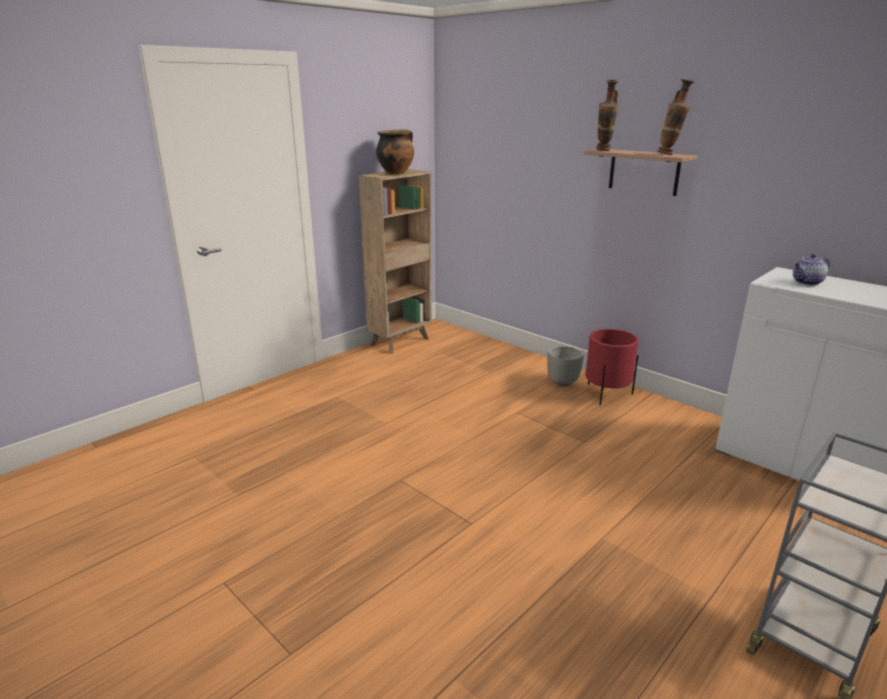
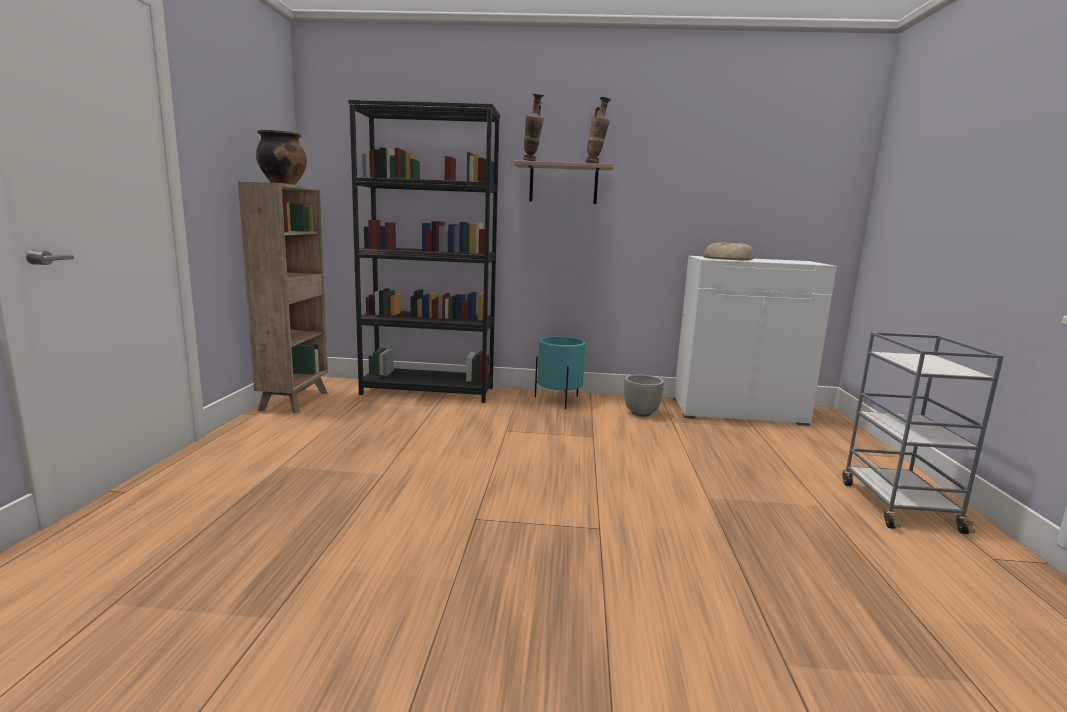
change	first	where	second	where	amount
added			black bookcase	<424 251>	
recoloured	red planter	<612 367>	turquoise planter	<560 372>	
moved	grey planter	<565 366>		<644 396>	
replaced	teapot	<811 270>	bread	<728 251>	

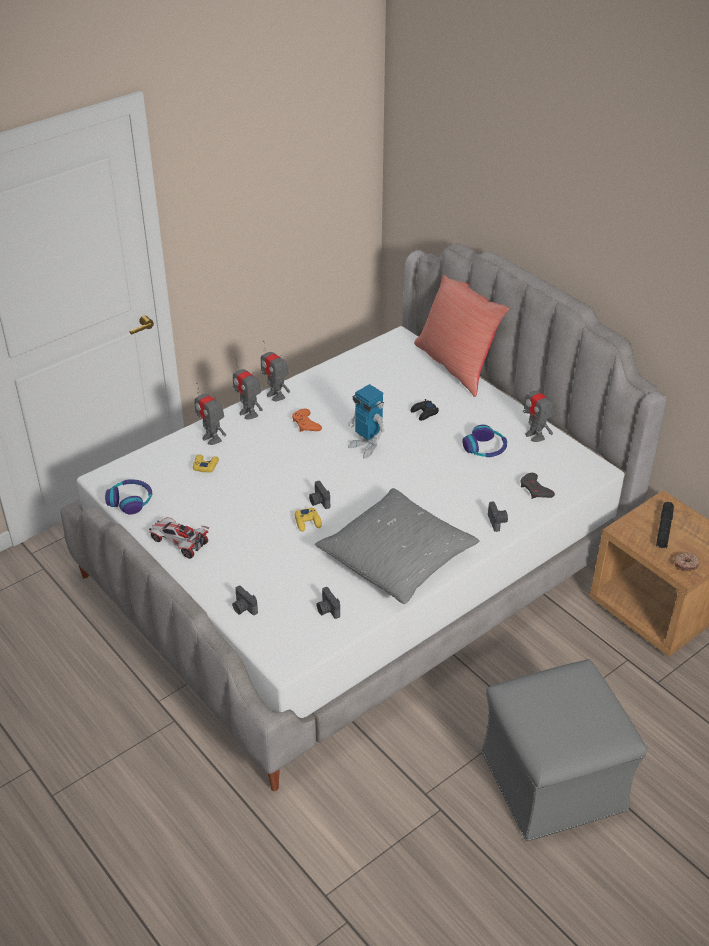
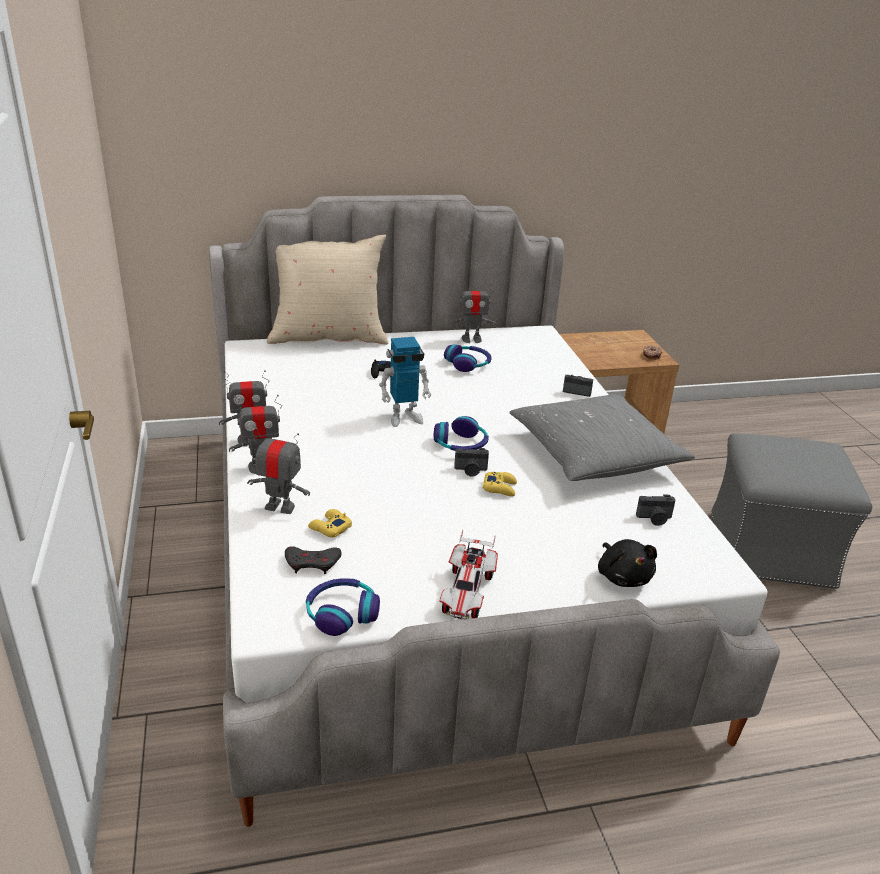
change	first	where	second	where	amount
turned	toy robot	<210 414>		<278 471>	150 degrees counterclockwise
recoloured	red pillow	<461 336>	beige pillow	<327 290>	
moved	grey game controller	<537 486>		<313 560>	
added			headphones	<461 433>	
turned	toy car	<179 538>		<468 574>	45 degrees counterclockwise
replaced	photo camera	<245 600>	black plush toy	<627 563>	
removed	orange game controller	<307 420>			
removed	black flashlight	<665 525>			

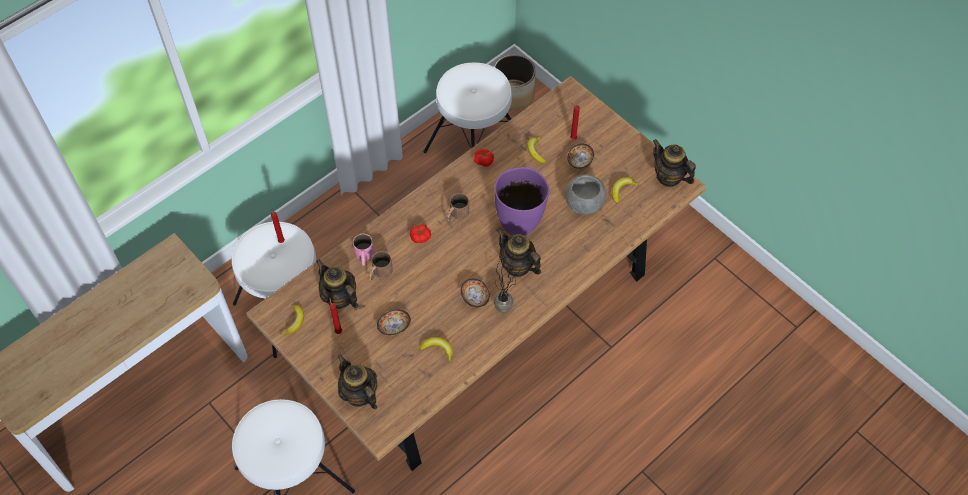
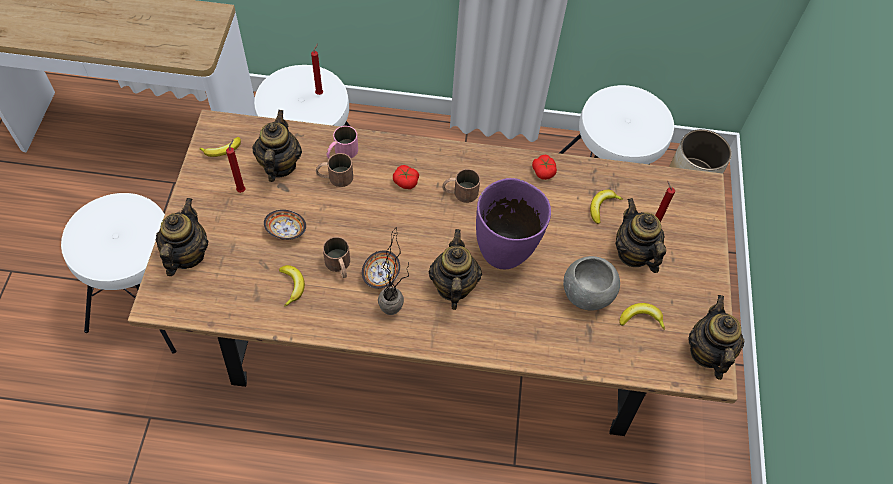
change	first	where	second	where	amount
added			brown mug	<336 257>	
replaced	bowl	<580 156>	teapot	<640 235>	

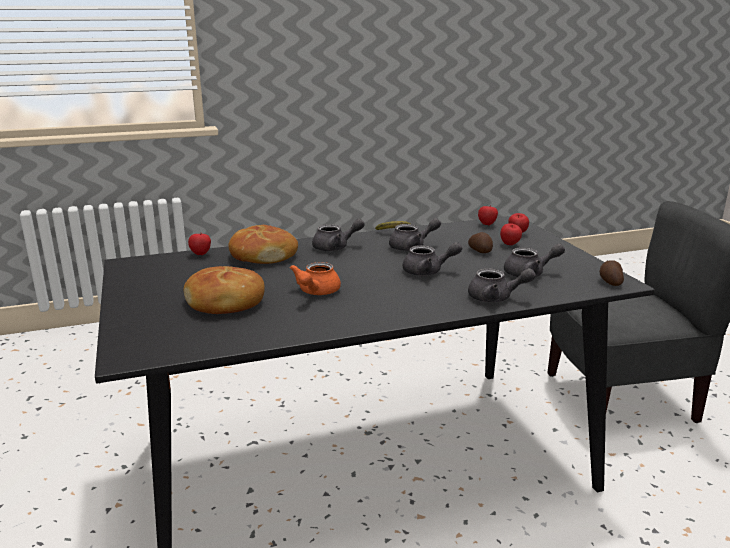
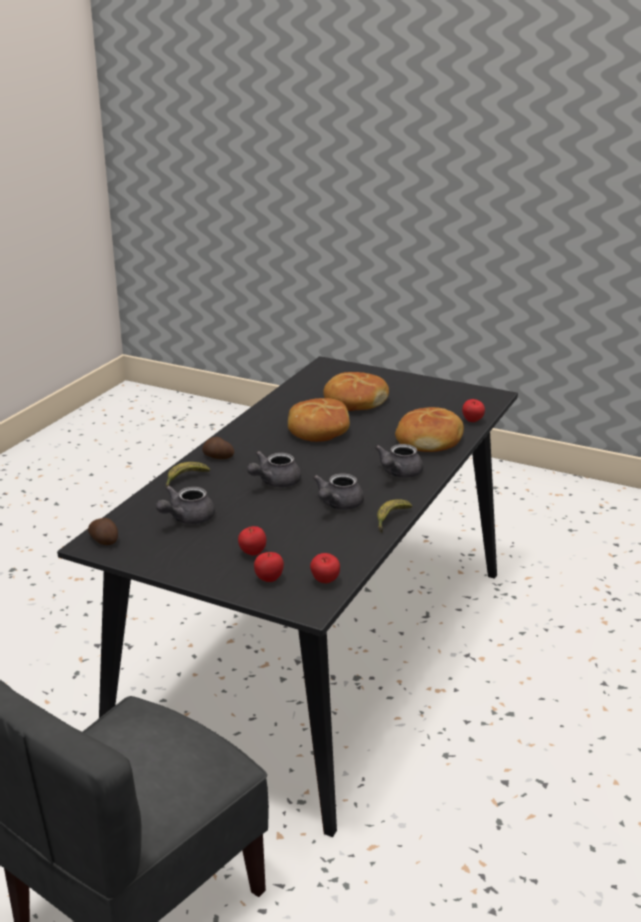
change	first	where	second	where	amount
replaced	grey teapot	<502 285>	banana	<188 474>	
moved	potato	<480 242>		<218 448>	
replaced	orange teapot	<315 278>	bread	<319 420>	

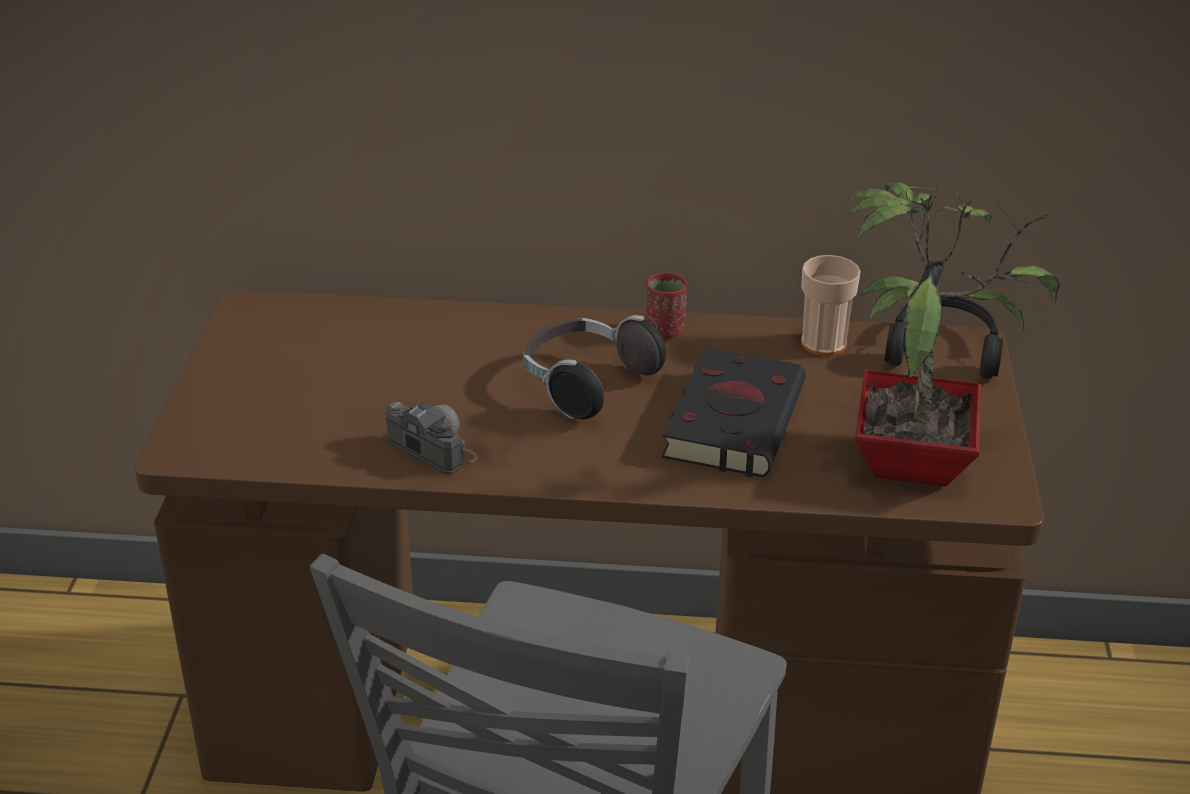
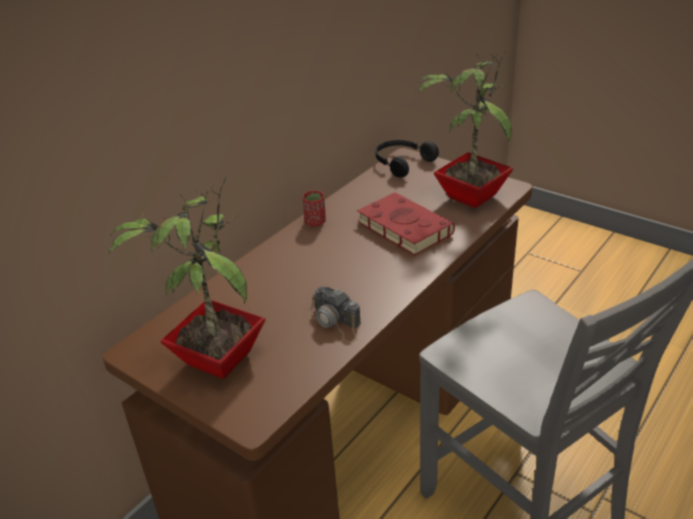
change	first	where	second	where	amount
added			potted plant	<187 278>	
turned	photo camera	<431 438>		<334 314>	120 degrees counterclockwise
recoloured	black book	<733 412>	red book	<406 224>	
removed	headphones	<594 367>			
removed	cup	<830 305>			

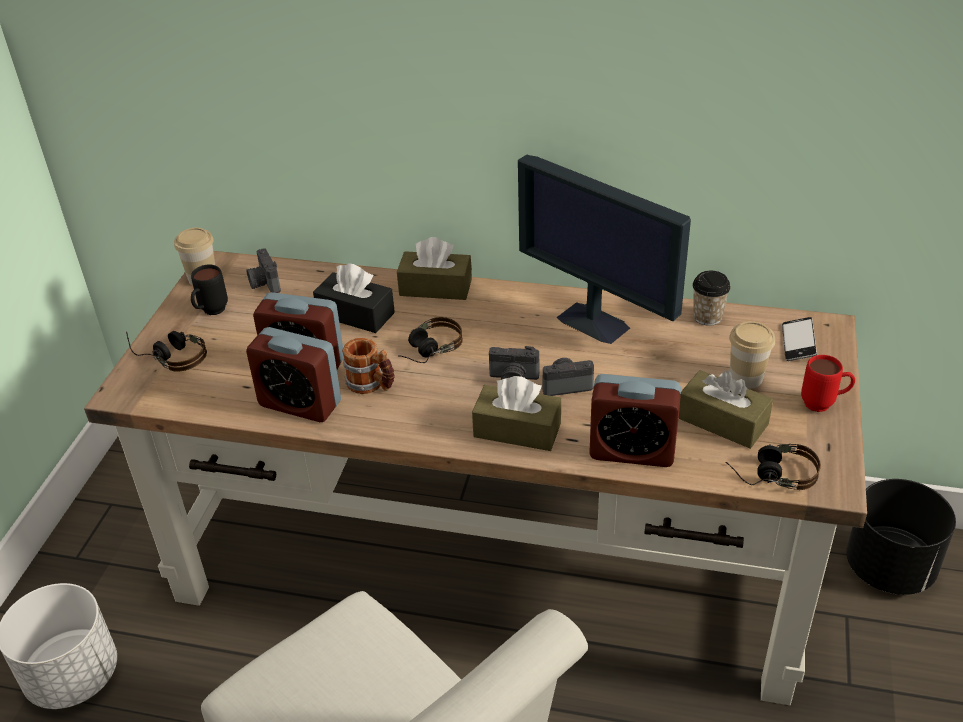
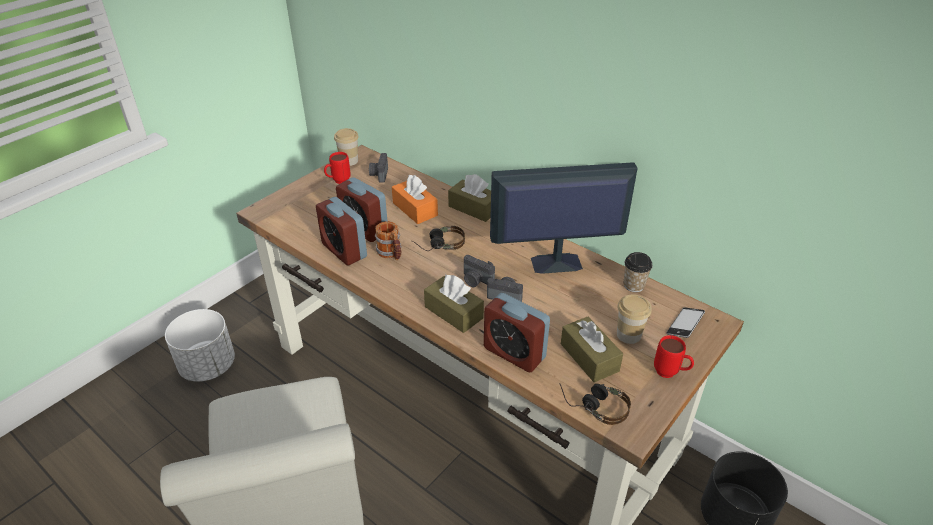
change	first	where	second	where	amount
recoloured	black mug	<209 290>	red mug	<337 168>	
recoloured	black tissue box	<354 298>	orange tissue box	<415 199>	
turned	monitor	<604 249>		<564 218>	105 degrees clockwise
removed	headphones	<166 351>			

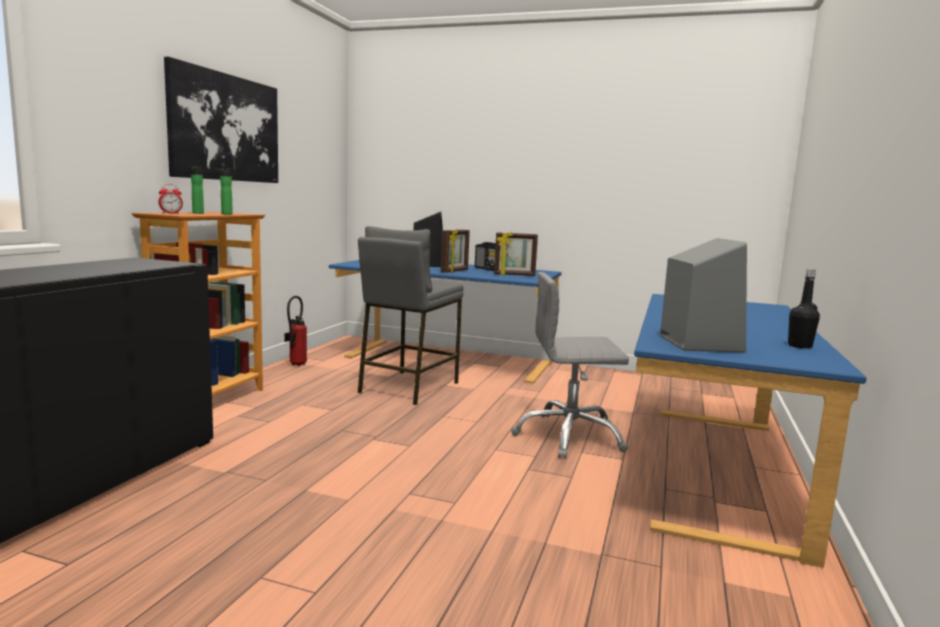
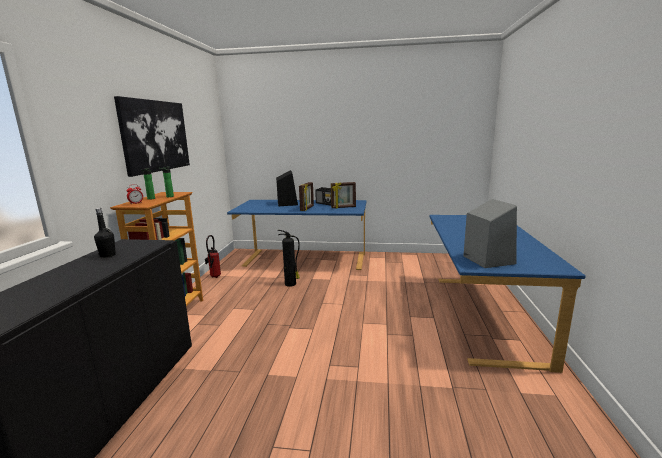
change	first	where	second	where	amount
moved	black bottle	<804 309>		<105 233>	
replaced	grey stool	<411 315>	fire extinguisher	<289 258>	
removed	grey office chair	<570 365>			

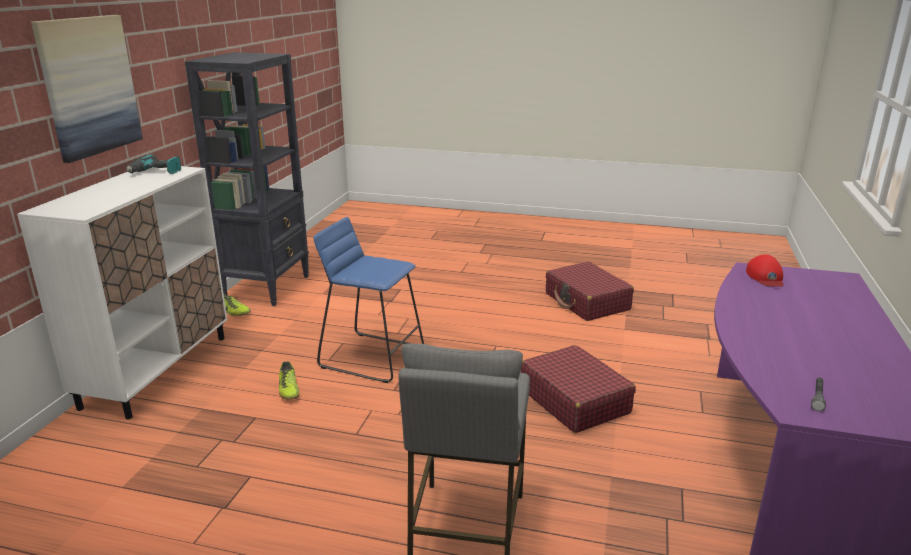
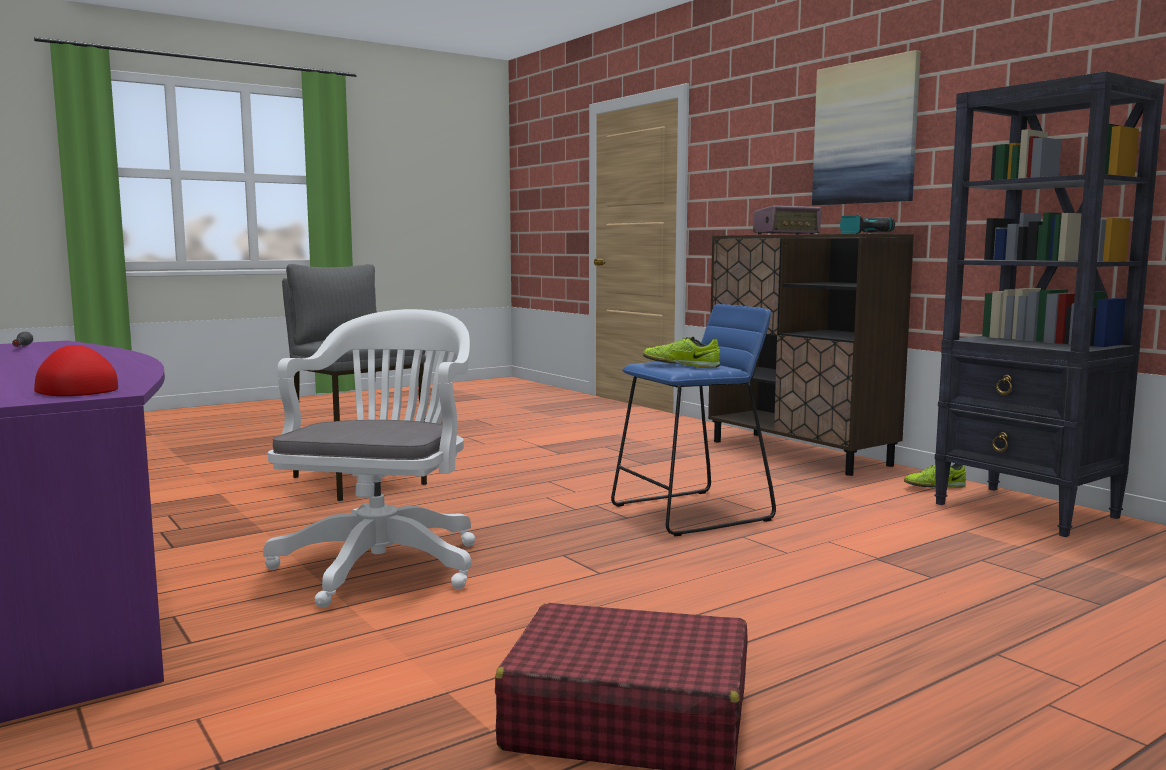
change	first	where	second	where	amount
replaced	red suitcase	<578 389>	white office chair	<369 458>	
moved	shoe	<289 380>		<681 352>	
recoloured	white cabinet	<122 293>	brown cabinet	<811 355>	
added			radio	<787 220>	

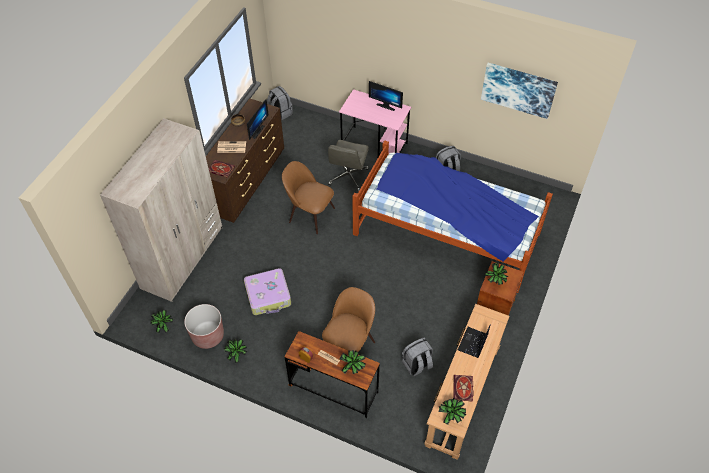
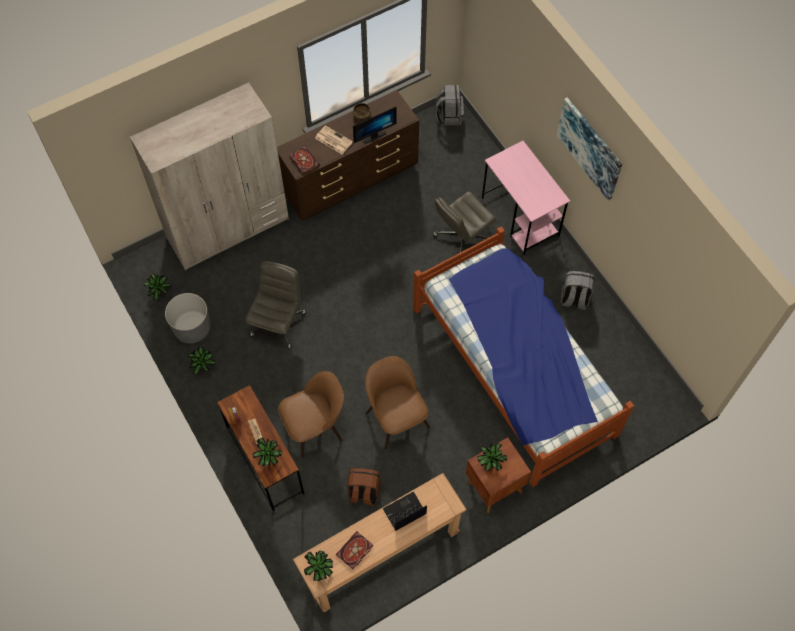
change	first	where	second	where	amount
recoloured	brown planter	<204 326>	grey planter	<188 318>	
replaced	suitcase	<267 291>	grey office chair	<275 305>	
recoloured	grey backpack	<417 357>	brown backpack	<364 487>	
moved	brown chair	<308 197>		<397 402>	
moved	picture	<519 91>		<589 149>	
removed	monitor	<386 96>			

